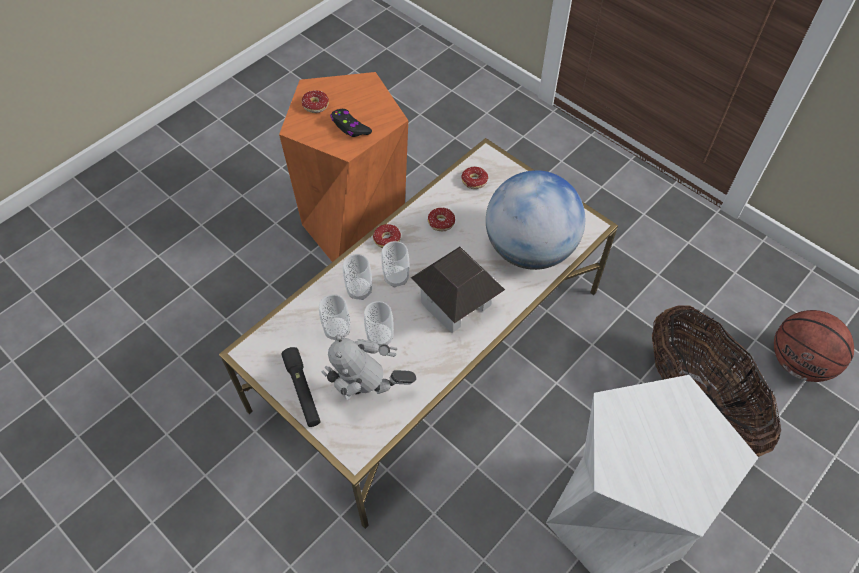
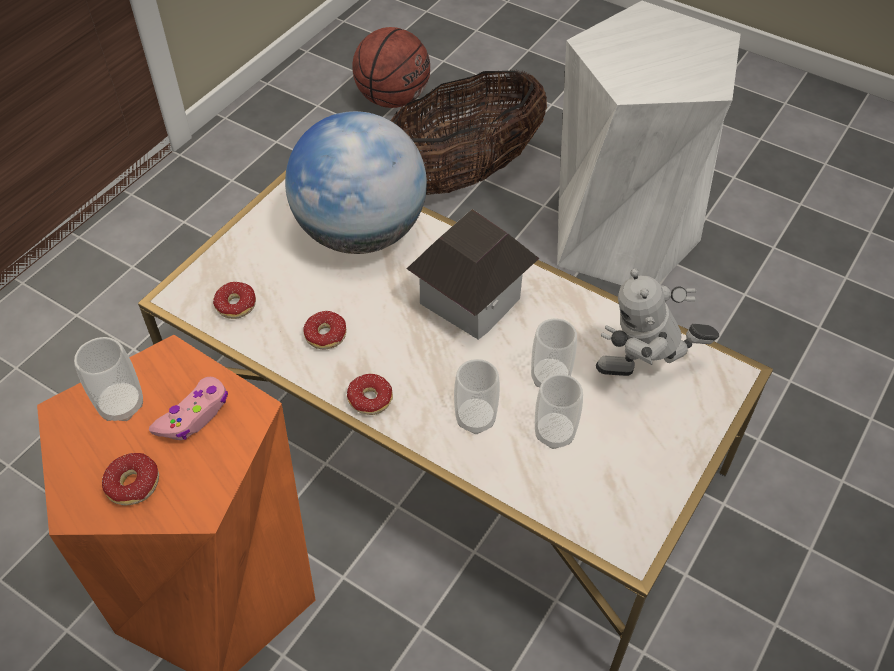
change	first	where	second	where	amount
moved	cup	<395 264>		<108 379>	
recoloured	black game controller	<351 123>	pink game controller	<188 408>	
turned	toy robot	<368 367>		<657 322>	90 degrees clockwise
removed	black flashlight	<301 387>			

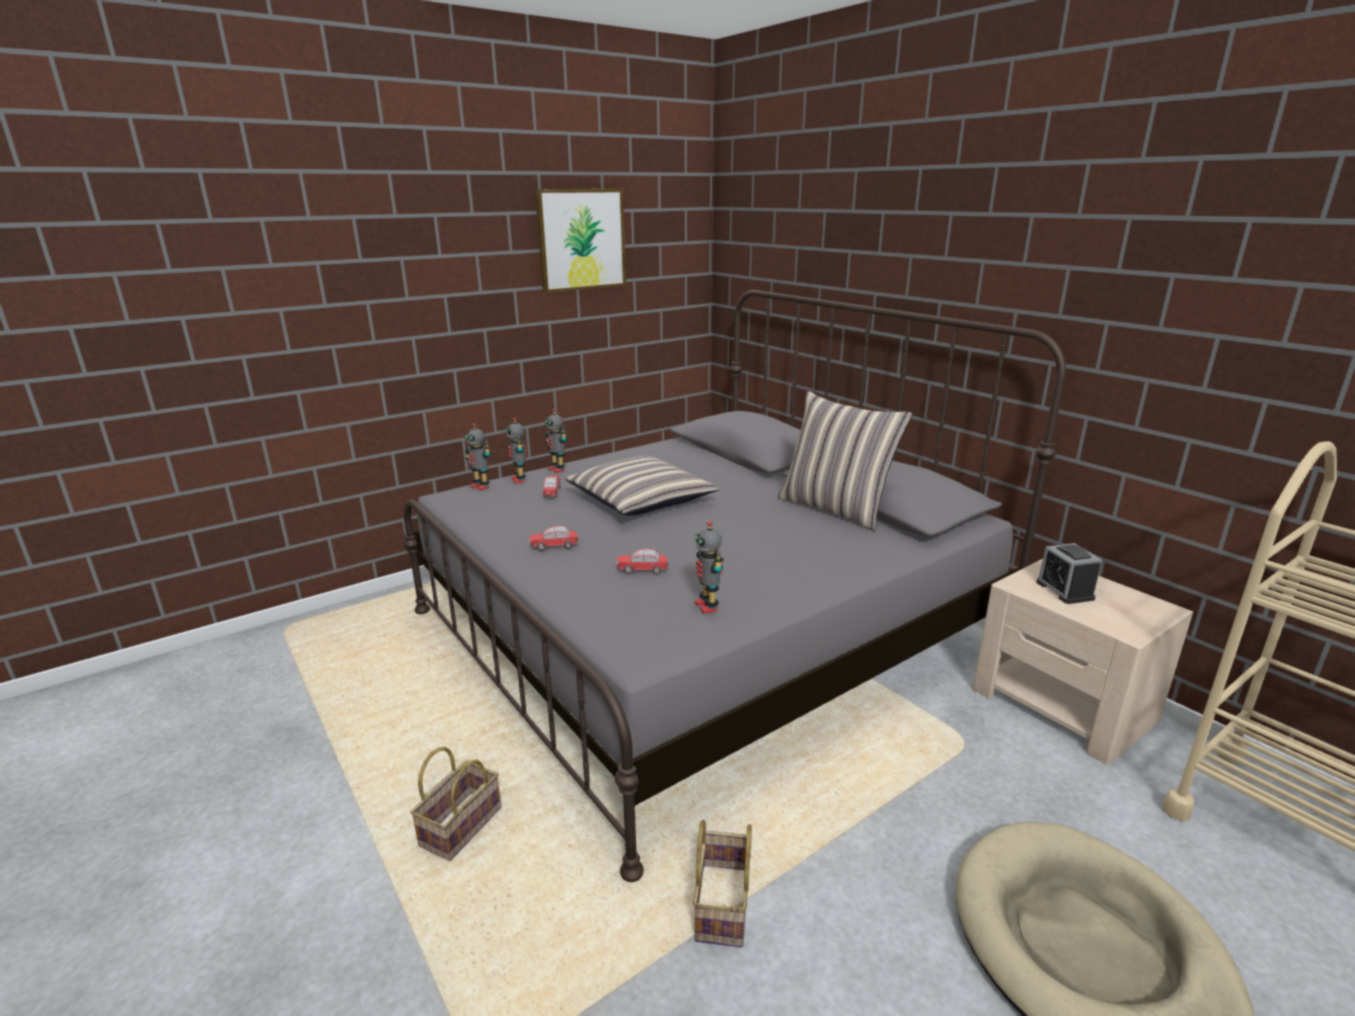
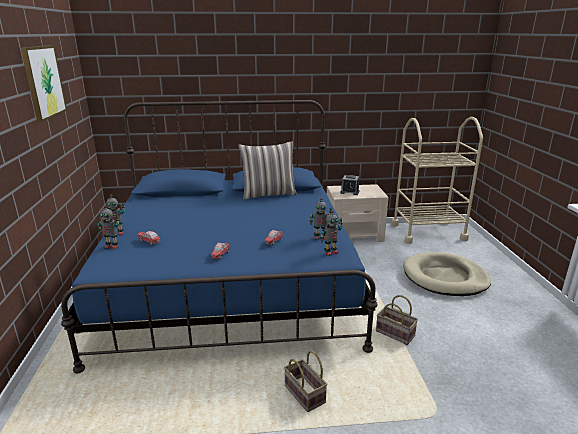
change	first	where	second	where	amount
recoloured	grey bed	<734 586>	blue bed	<219 236>	
moved	toy robot	<477 457>		<331 233>	
removed	pillow	<642 486>			

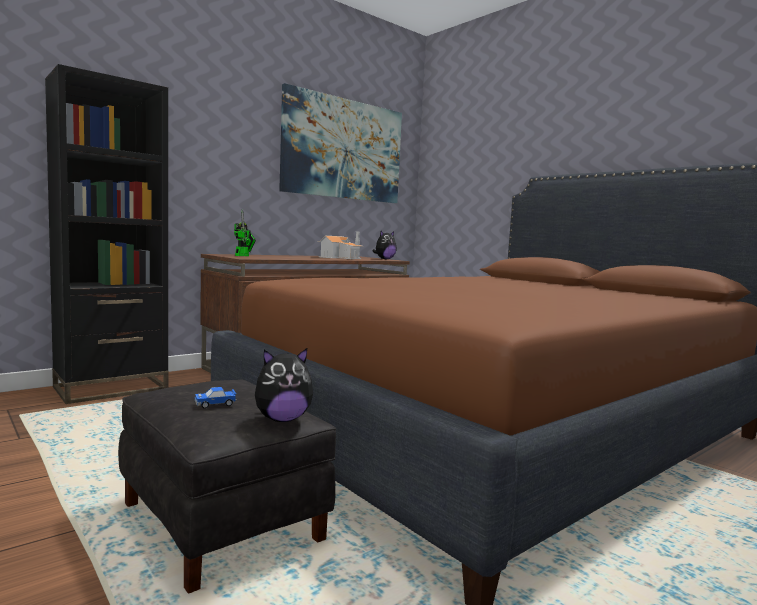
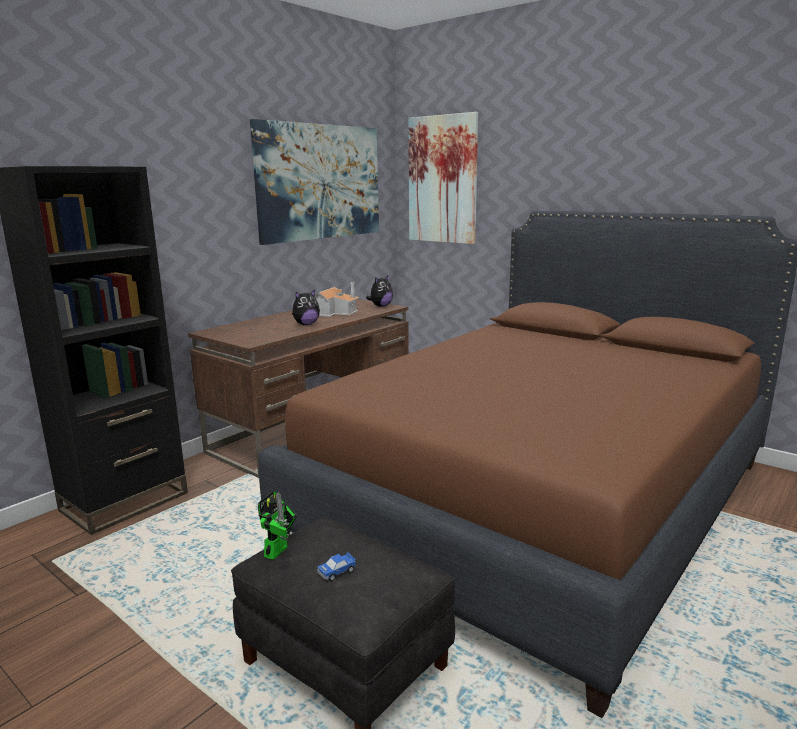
change	first	where	second	where	amount
moved	toy robot	<245 233>		<277 525>	
moved	plush toy	<284 385>		<306 307>	
added			picture	<443 178>	

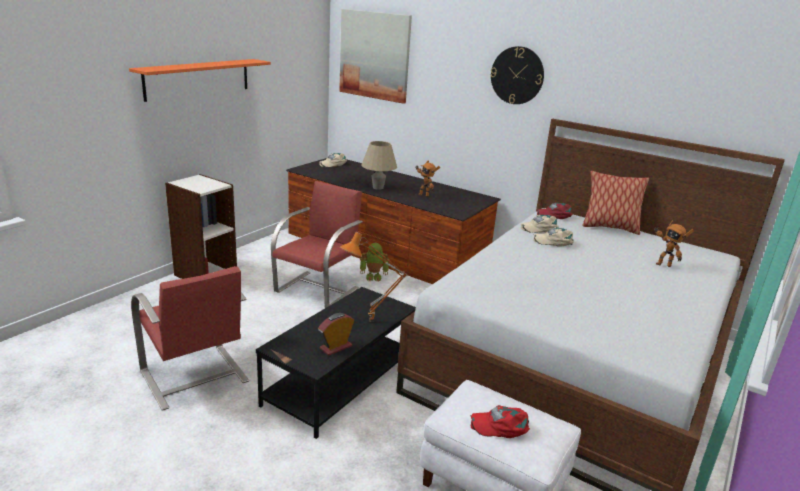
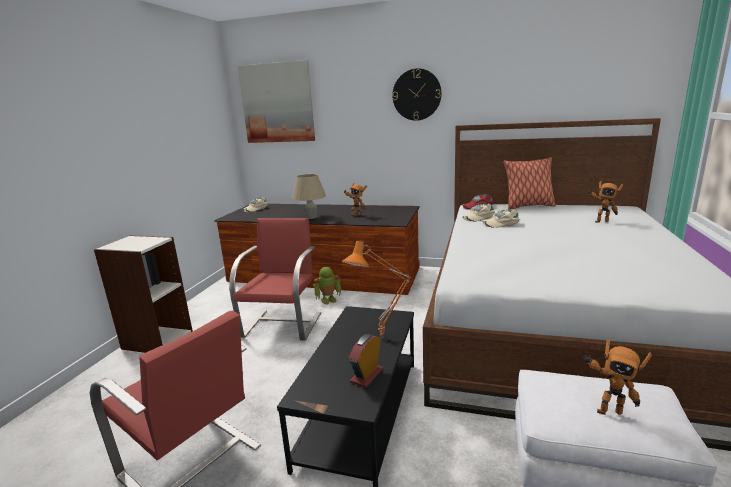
change	first	where	second	where	amount
replaced	red cap	<500 421>	toy robot	<617 377>	
removed	orange shelf	<200 80>			

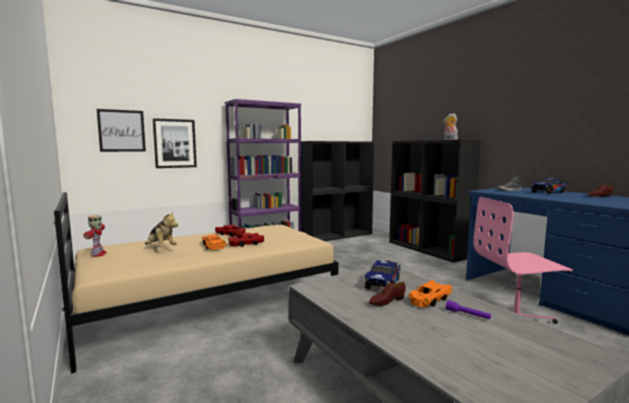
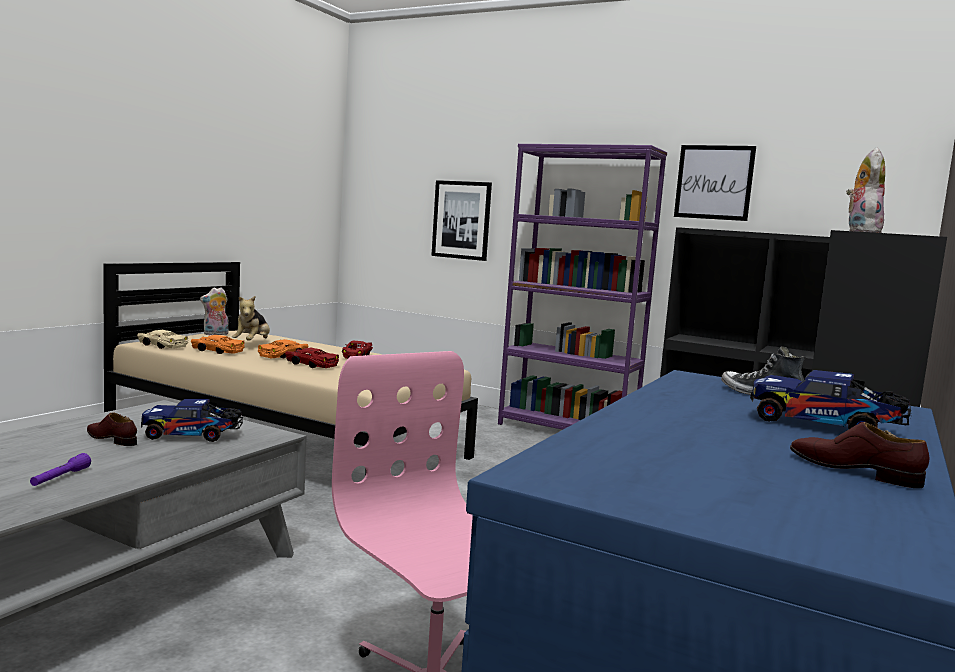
change	first	where	second	where	amount
added			beige toy car	<162 339>	
moved	orange toy car	<430 294>		<218 344>	
replaced	toy robot	<95 236>	plush toy	<214 311>	
moved	picture	<121 130>		<715 183>	

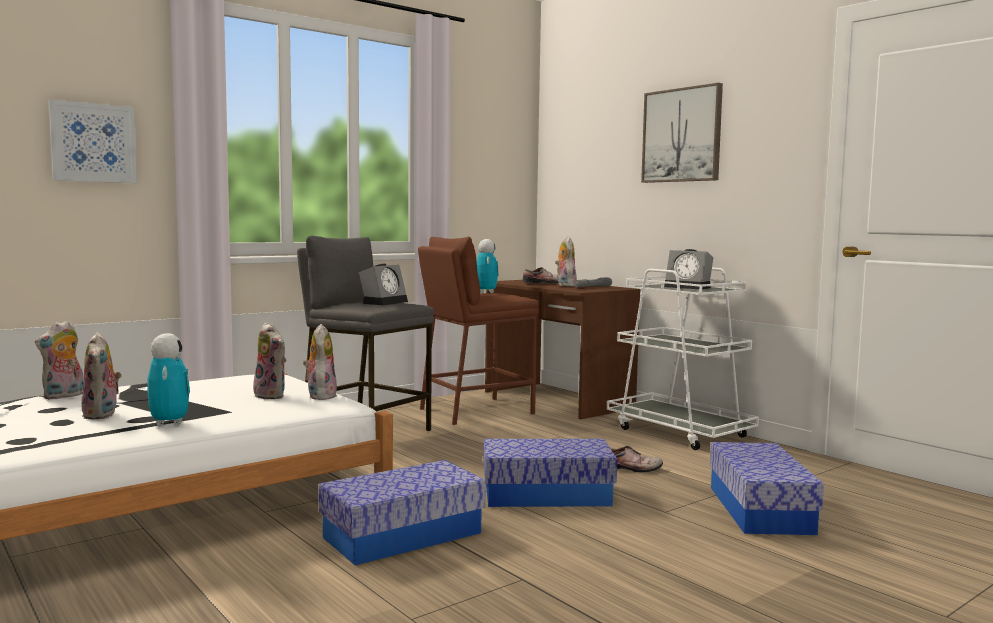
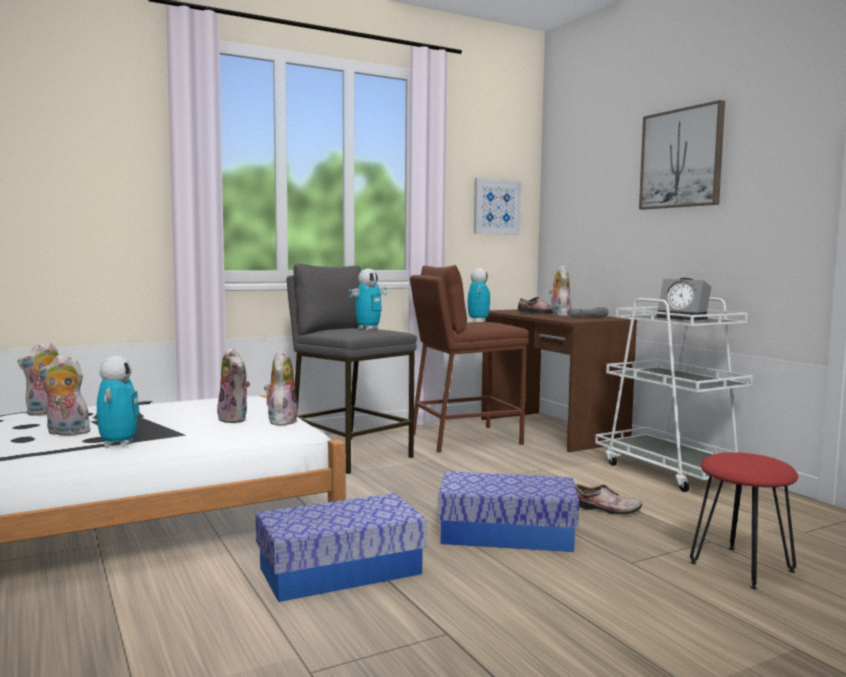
change	first	where	second	where	amount
turned	plush toy	<102 376>		<64 394>	105 degrees clockwise
replaced	alarm clock	<383 284>	toy robot	<368 299>	
moved	picture	<92 141>		<498 206>	
replaced	storage box	<767 488>	red stool	<744 521>	

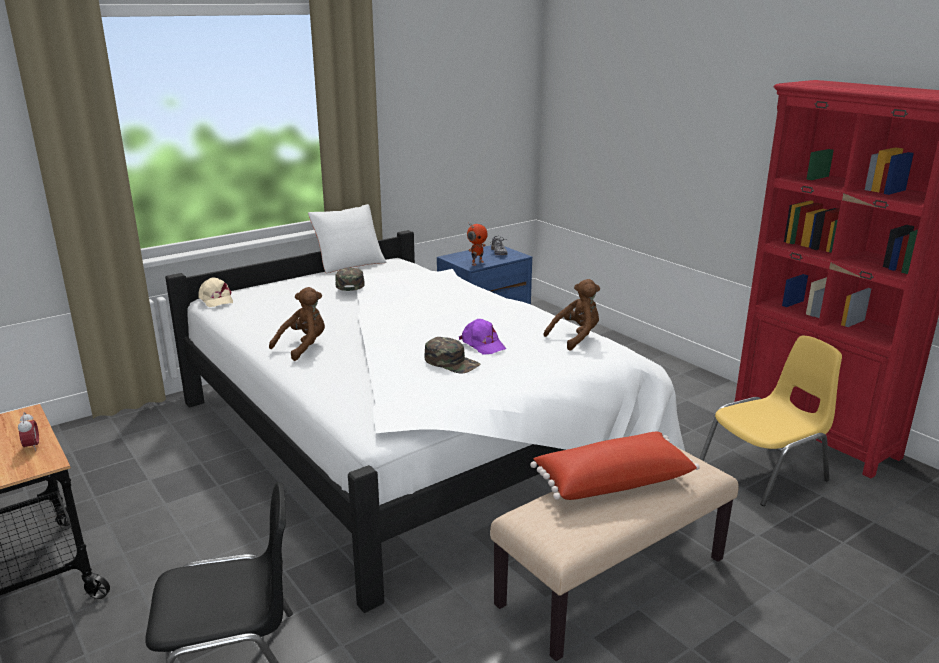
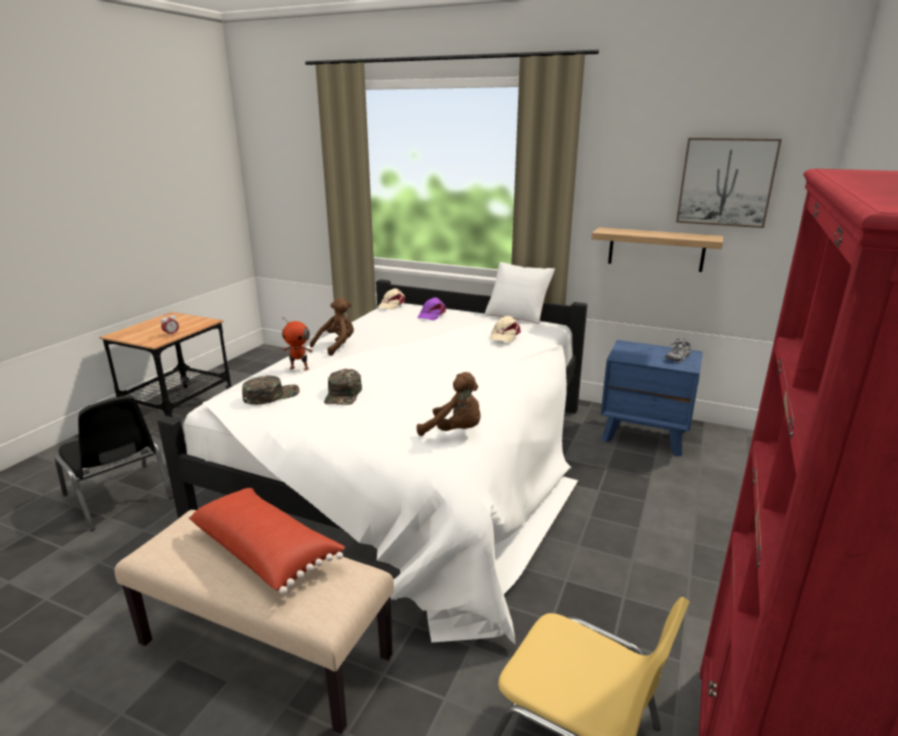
change	first	where	second	where	amount
moved	green cap	<350 279>		<271 390>	
moved	toy robot	<477 244>		<297 343>	
turned	brown plush toy	<297 324>		<332 327>	60 degrees counterclockwise
moved	purple cap	<482 337>		<431 309>	
added			beige cap	<505 329>	
added			shelf	<657 249>	
added			picture	<729 183>	

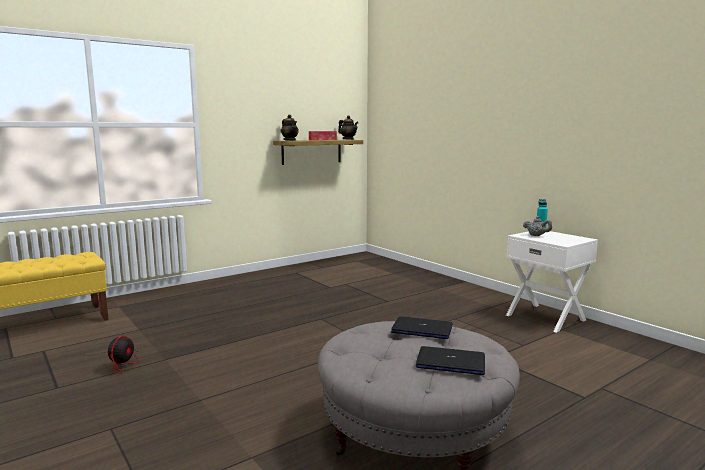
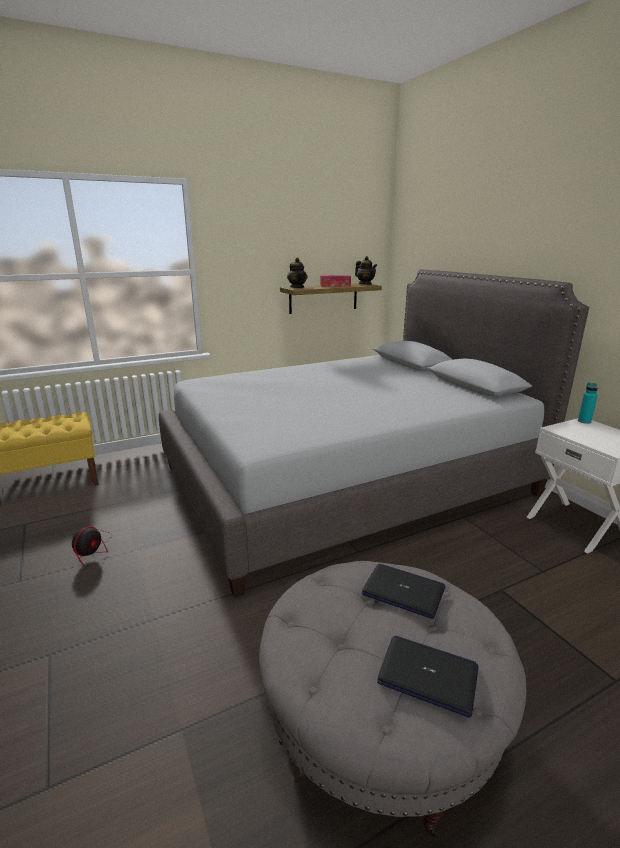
change	first	where	second	where	amount
added			grey bed	<374 433>	
removed	grey teapot	<537 226>			

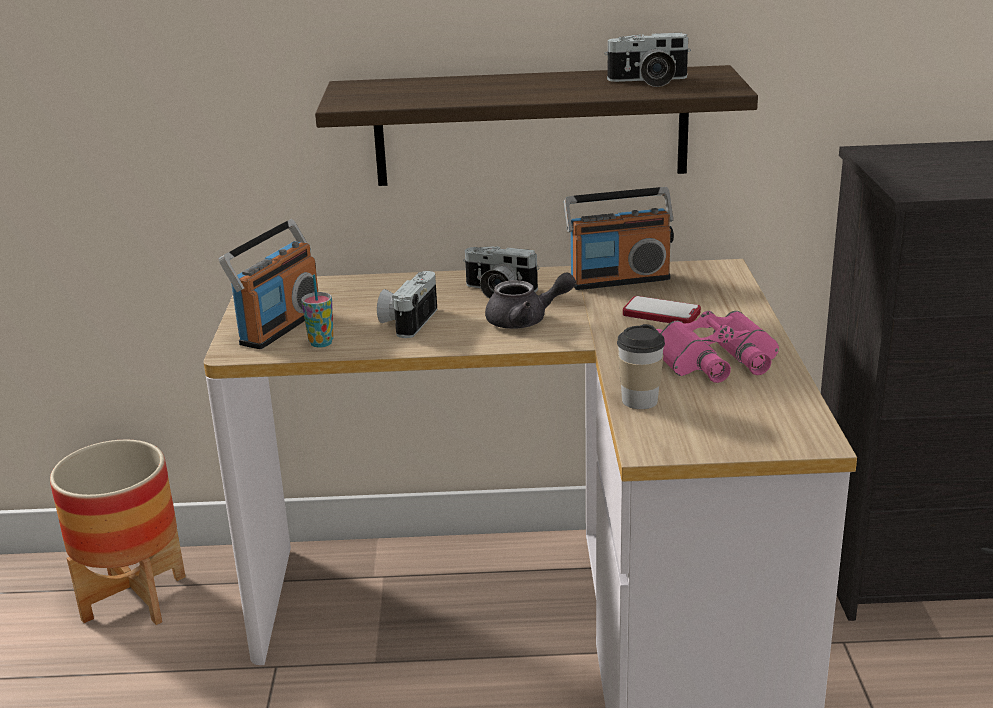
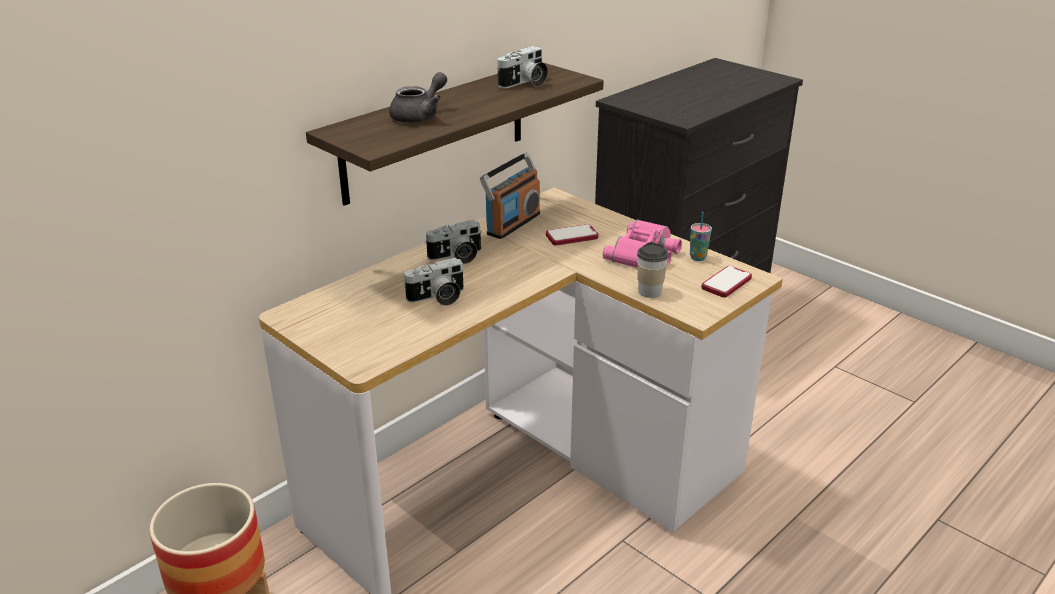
change	first	where	second	where	amount
moved	grey teapot	<530 300>		<418 97>	
turned	photo camera	<407 304>		<433 282>	90 degrees counterclockwise
moved	cup	<317 311>		<701 236>	
added			phone	<726 282>	
removed	radio	<268 284>			

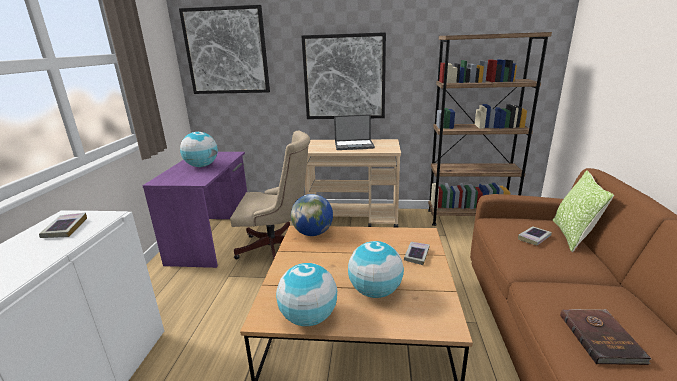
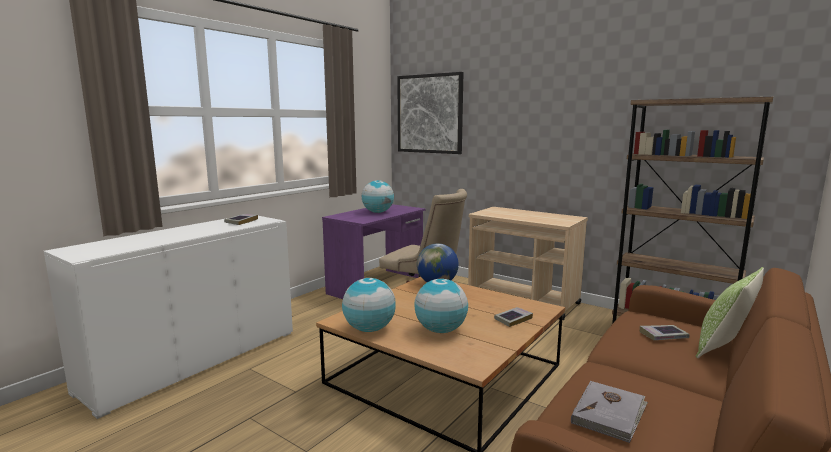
change	first	where	second	where	amount
recoloured	brown book	<605 337>	grey book	<609 412>	
removed	picture	<343 75>			
removed	laptop	<354 132>			

